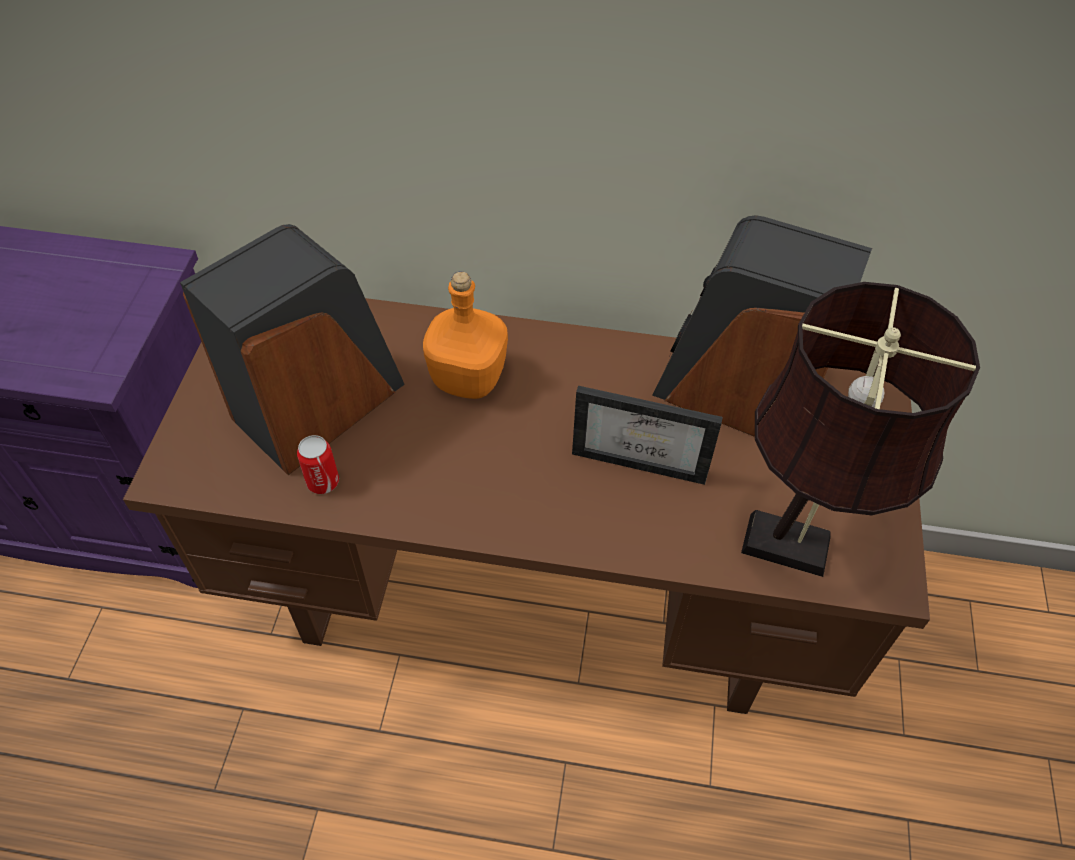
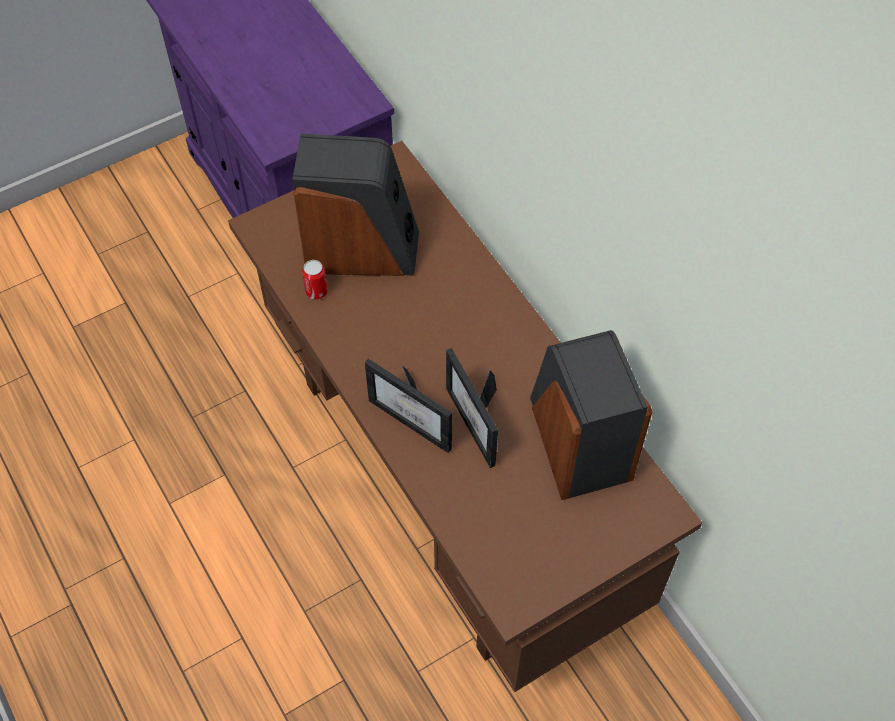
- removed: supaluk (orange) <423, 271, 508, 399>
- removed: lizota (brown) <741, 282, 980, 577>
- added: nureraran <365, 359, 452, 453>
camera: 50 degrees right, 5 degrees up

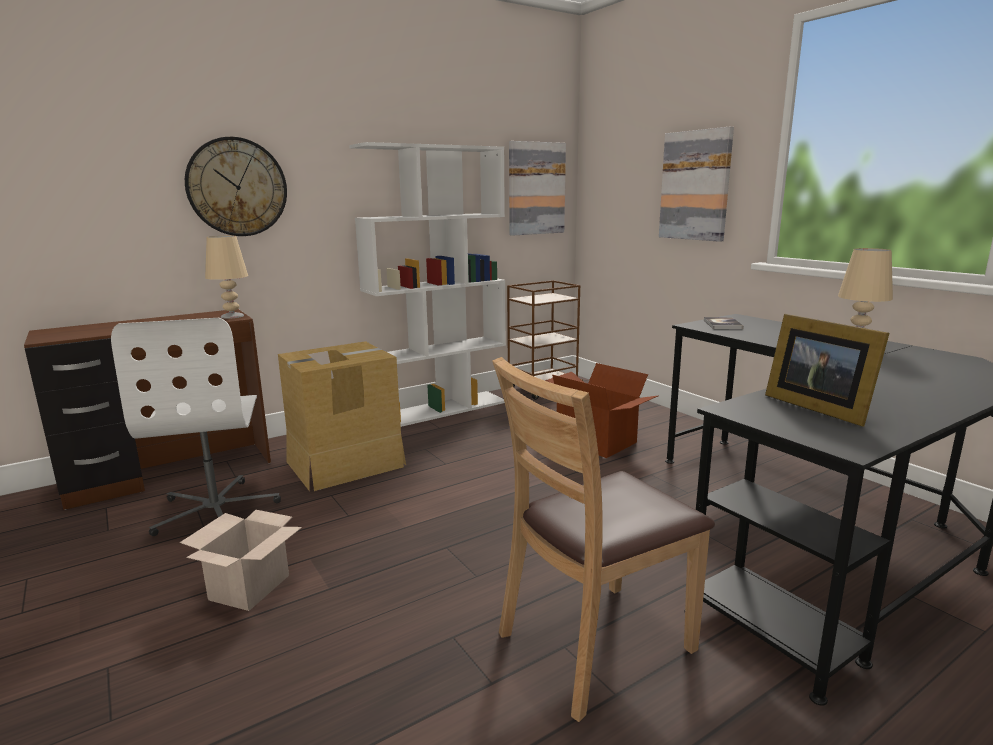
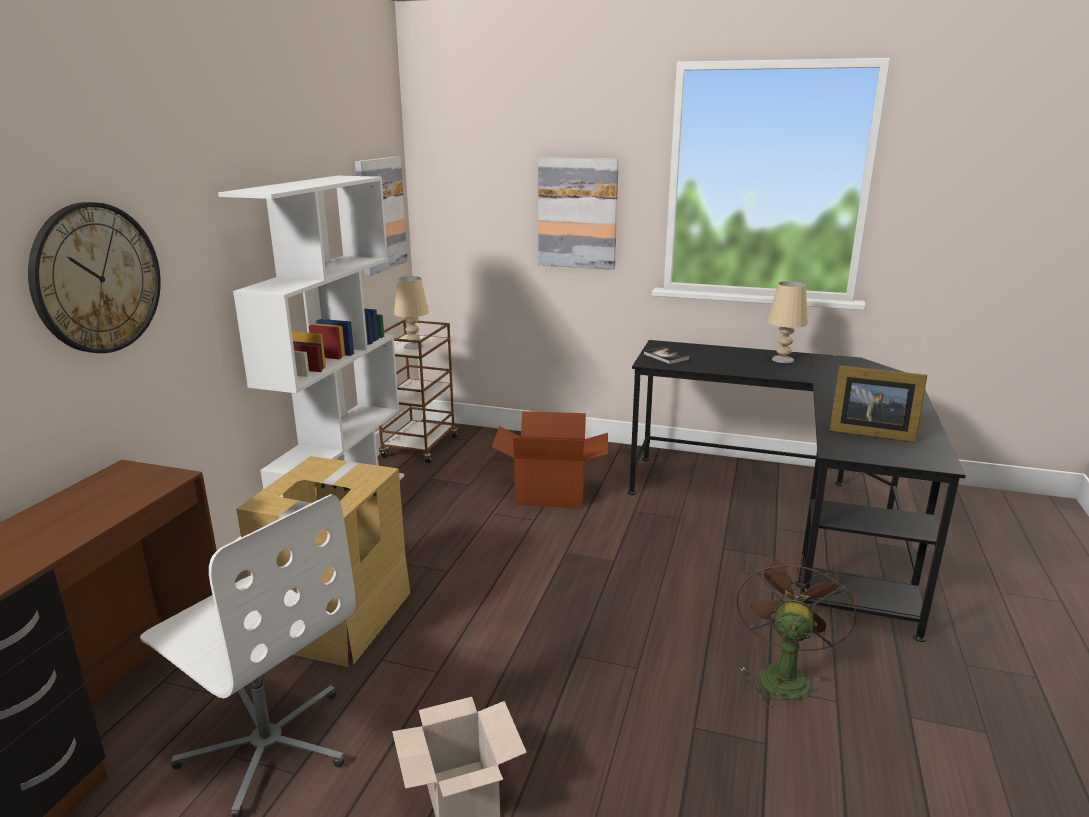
- moved: lizota (beige) <205, 236, 248, 319> to <394, 276, 429, 349>
- replaced: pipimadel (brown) <492, 357, 715, 722> to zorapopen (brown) <736, 553, 856, 708>
camera: 40 degrees left, 5 degrees up

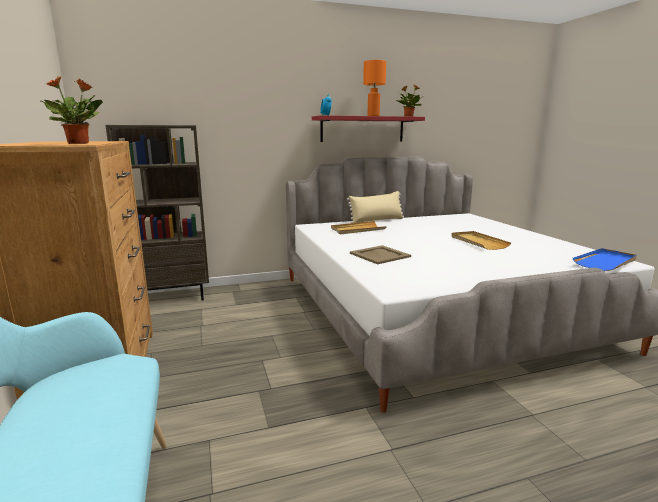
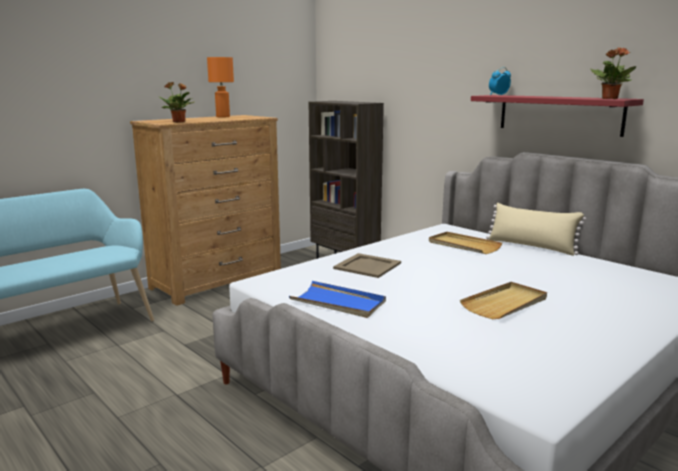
- moved: lizota (orange) <363, 60, 386, 116> to <207, 57, 234, 118>
- moved: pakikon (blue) <573, 248, 637, 271> to <289, 281, 386, 318>
camera: 65 degrees right, 0 degrees up

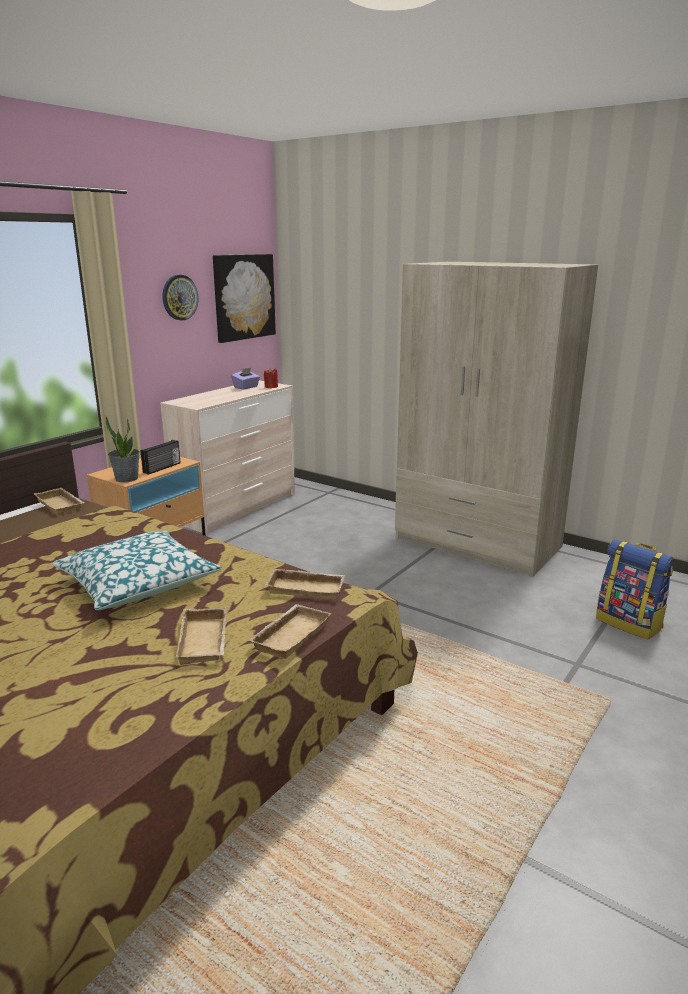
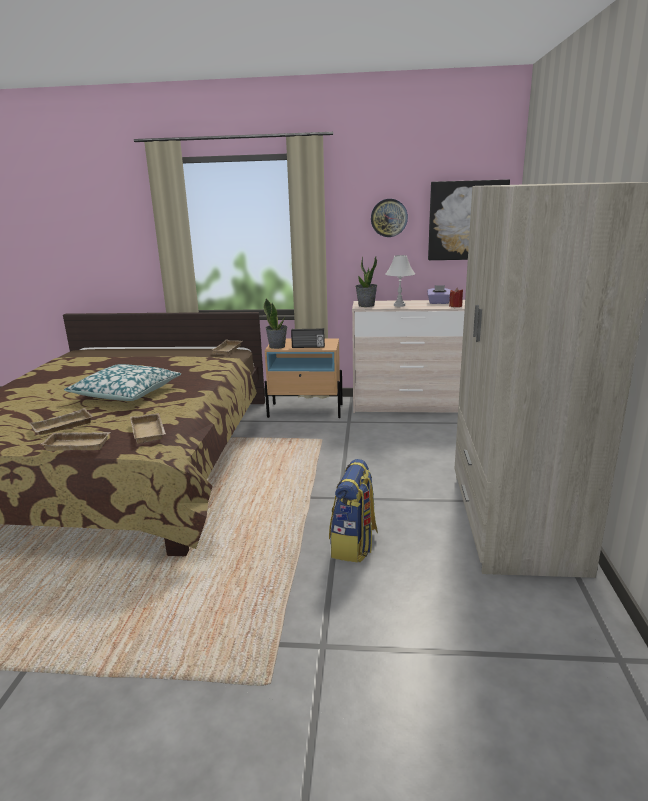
- moved: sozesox <596, 539, 673, 640> to <329, 459, 378, 562>
- added: lizota (white) <385, 255, 415, 307>
- added: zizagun <355, 256, 377, 307>
camera: 60 degrees right, 0 degrees up

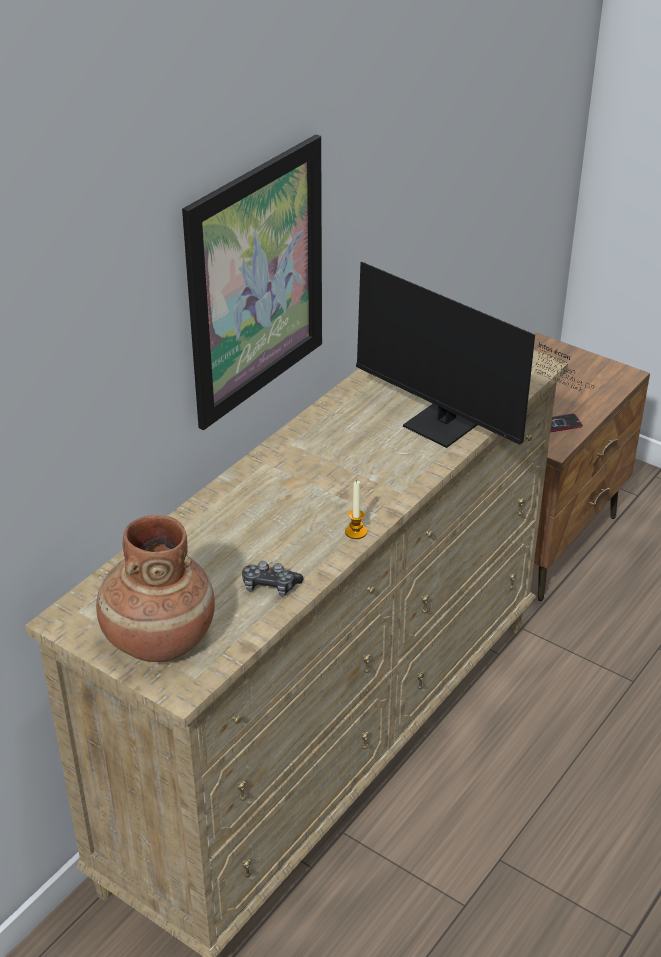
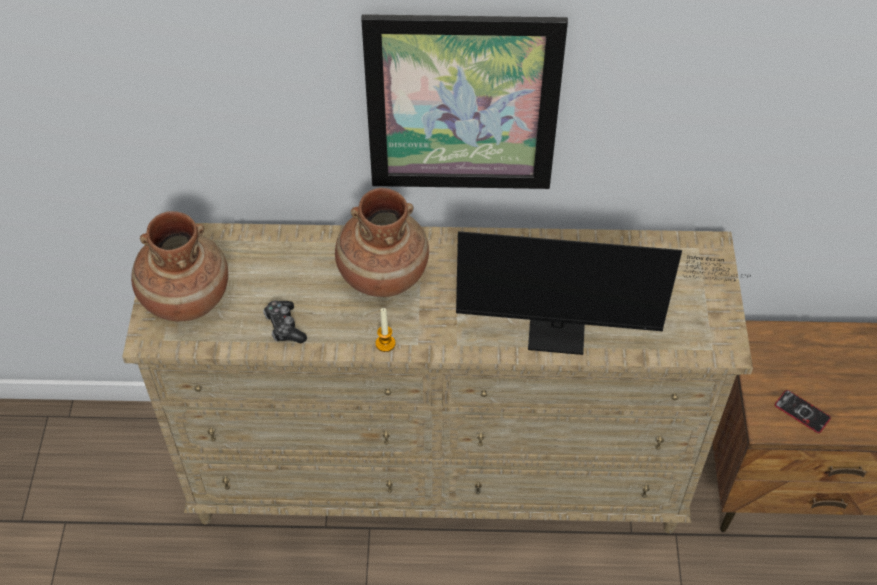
- turned: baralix <356, 261, 592, 448> = <456, 231, 750, 355> 90 degrees counterclockwise
- added: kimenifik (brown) <335, 188, 429, 297>
camera: 55 degrees right, 15 degrees up

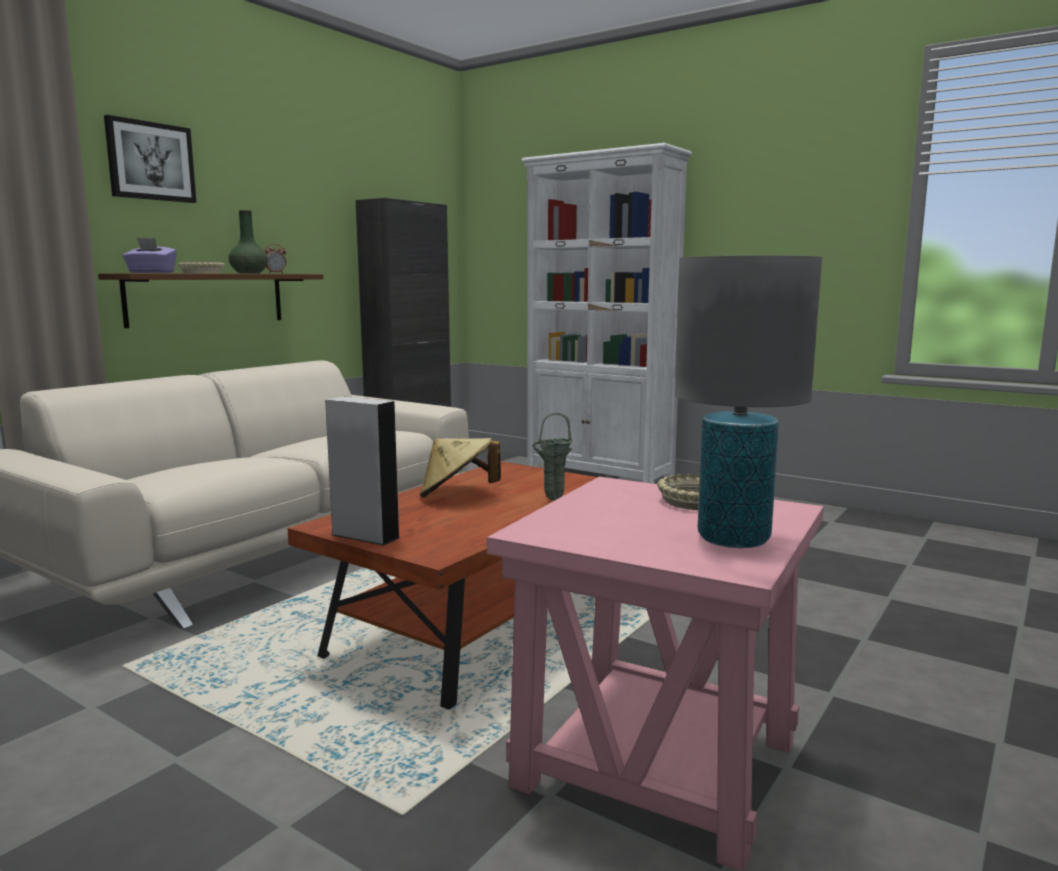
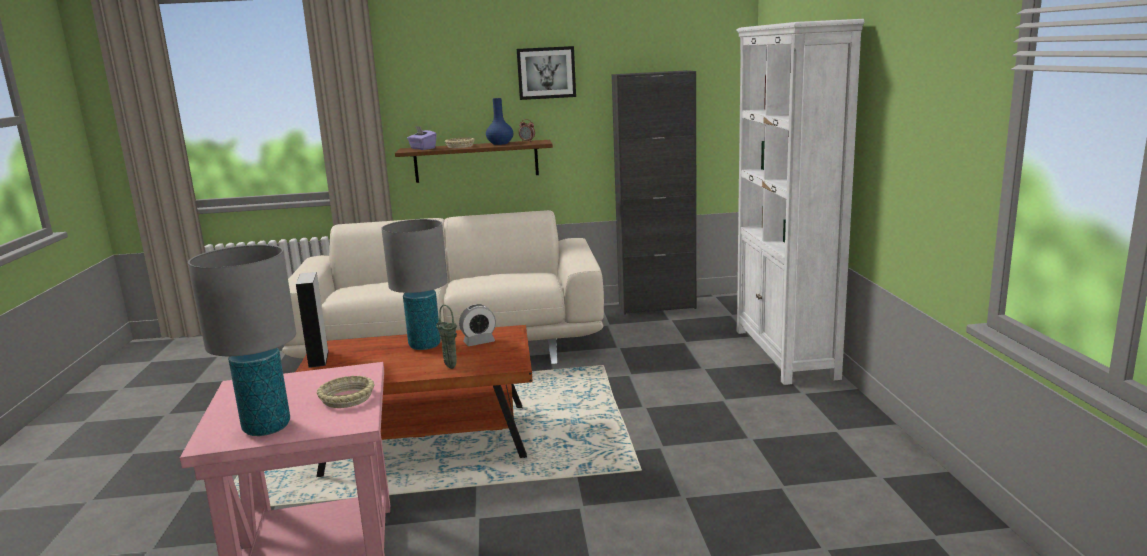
- moved: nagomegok <104, 115, 197, 203> to <517, 46, 576, 100>
- recoloured: kimenifik (green) <229, 210, 268, 274> to kimenifik (blue) <486, 98, 513, 145>
- replaced: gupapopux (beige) <420, 438, 501, 498> to lizota (grey) <381, 219, 448, 350>
- added: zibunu <459, 304, 496, 346>
camera: 50 degrees right, 5 degrees up

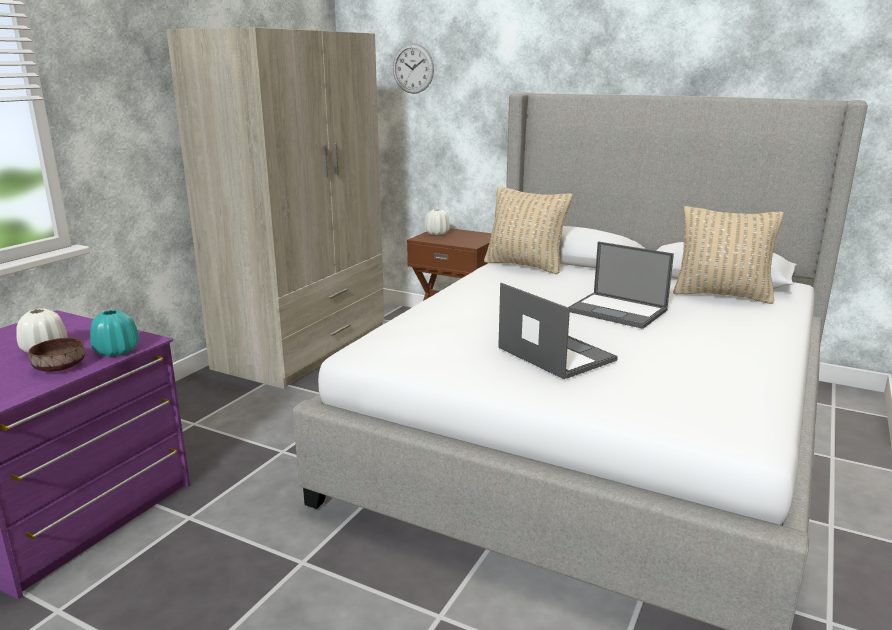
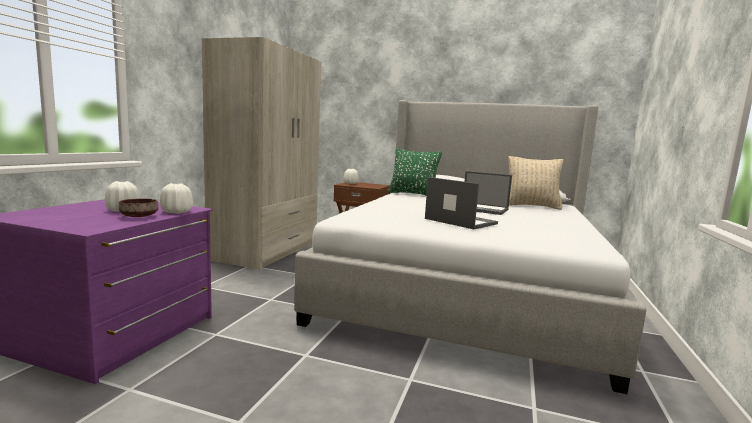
- removed: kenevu <393, 44, 434, 94>
- recoloured: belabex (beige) <484, 186, 573, 274> to belabex (green) <388, 149, 442, 195>
- recoloured: kimenifik (turquoise) <90, 310, 139, 357> to kimenifik (white) <160, 183, 193, 213>
camera: 10 degrees left, 10 degrees down

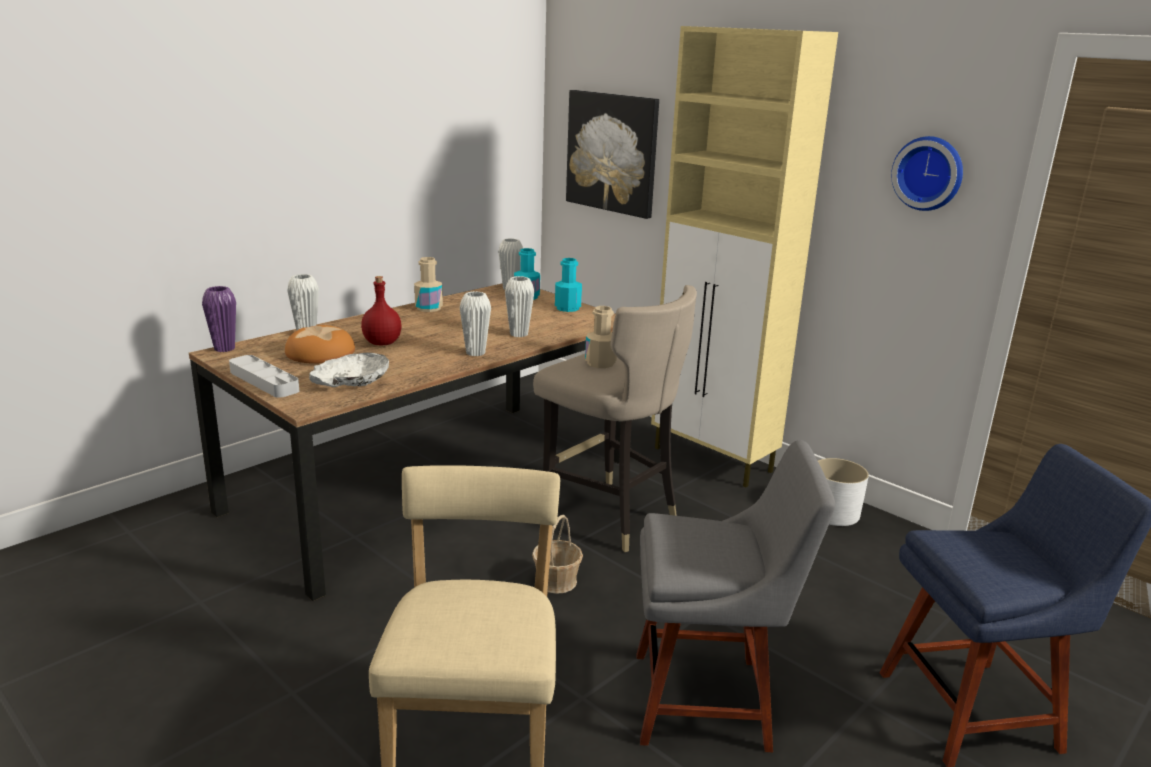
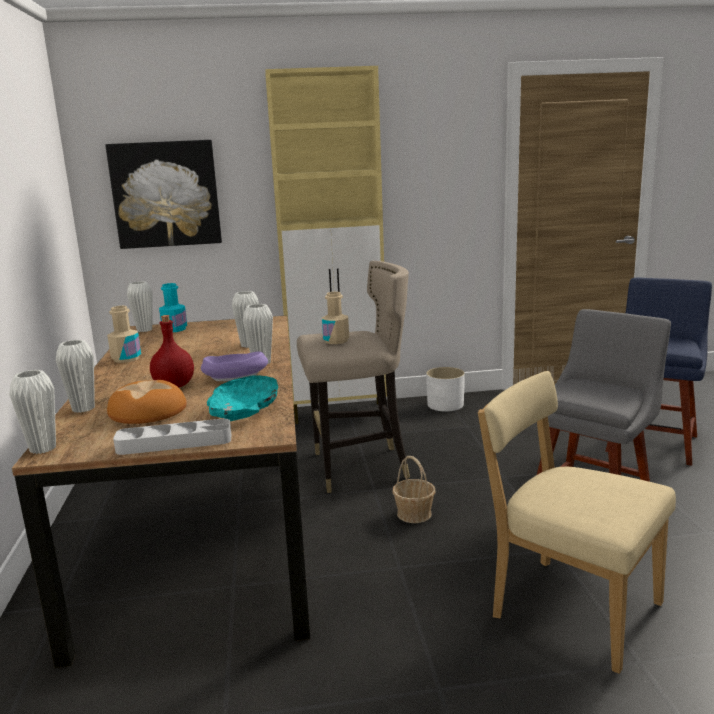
- removed: kenevu <891, 136, 963, 211>
- removed: supaluk (turquoise) <555, 258, 582, 312>
- recoloured: kimenifik (purple) <202, 286, 236, 352> to kimenifik (white) <9, 370, 56, 454>
- recoloured: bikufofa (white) <309, 353, 389, 387> to bikufofa (turquoise) <207, 376, 278, 421>
- added: bikufofa (purple) <201, 351, 268, 381>
camera: 50 degrees left, 5 degrees down

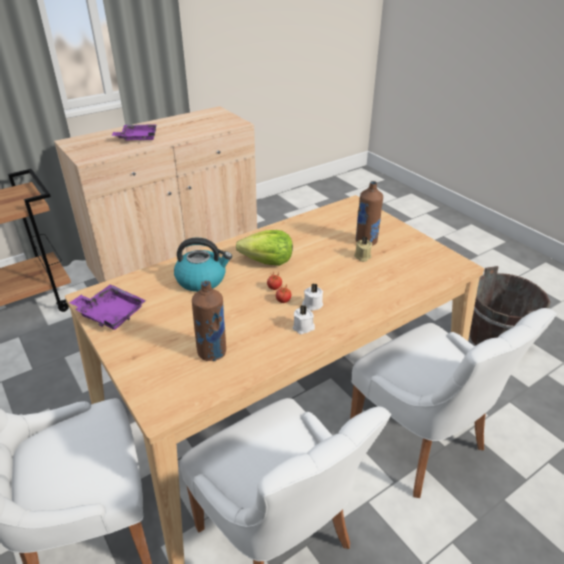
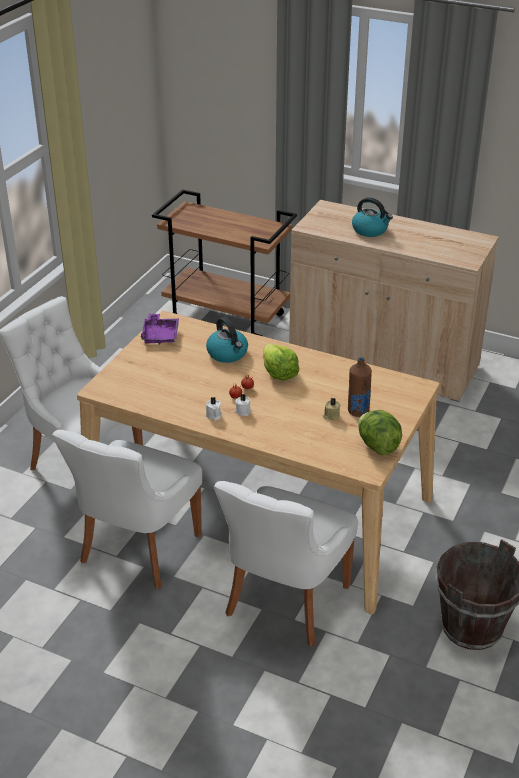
- replaced: pakikon (purple) <112, 124, 157, 141> to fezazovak <352, 197, 393, 237>
- removed: supaluk (brown) <192, 281, 226, 361>
- added: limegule <358, 410, 402, 455>
camera: 60 degrees right, 0 degrees up

